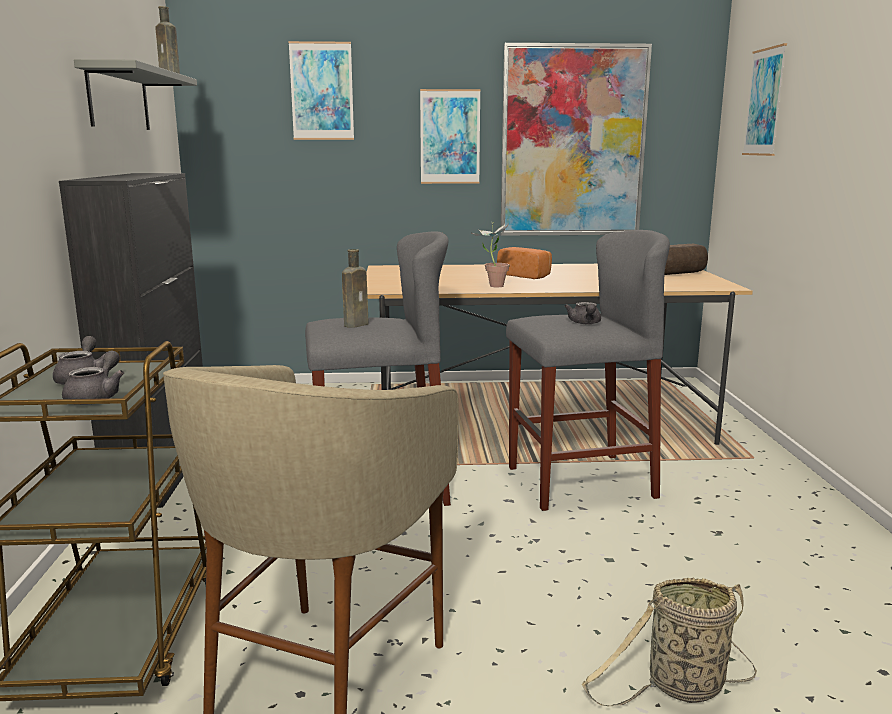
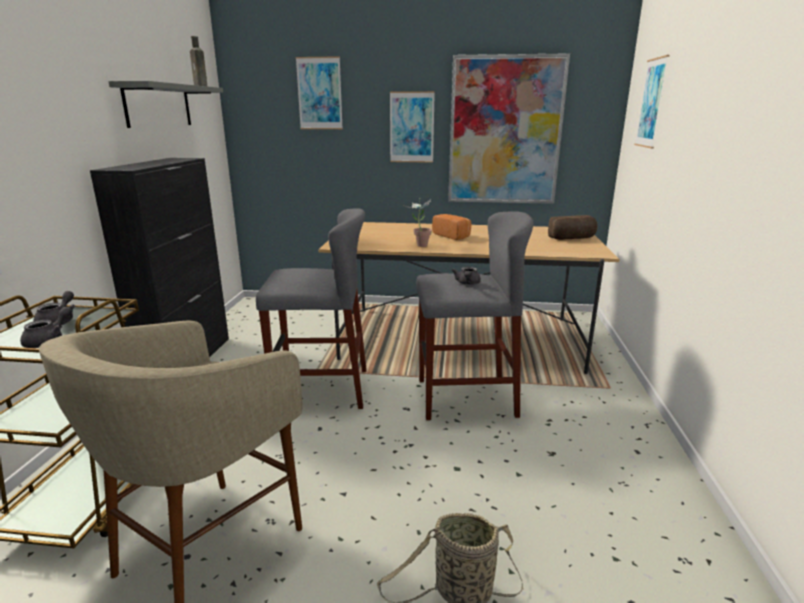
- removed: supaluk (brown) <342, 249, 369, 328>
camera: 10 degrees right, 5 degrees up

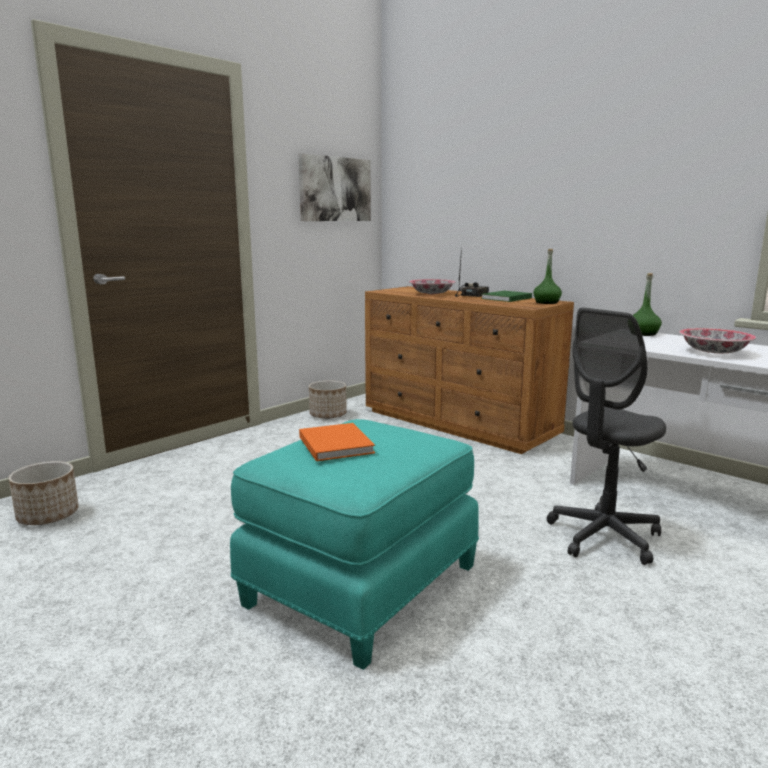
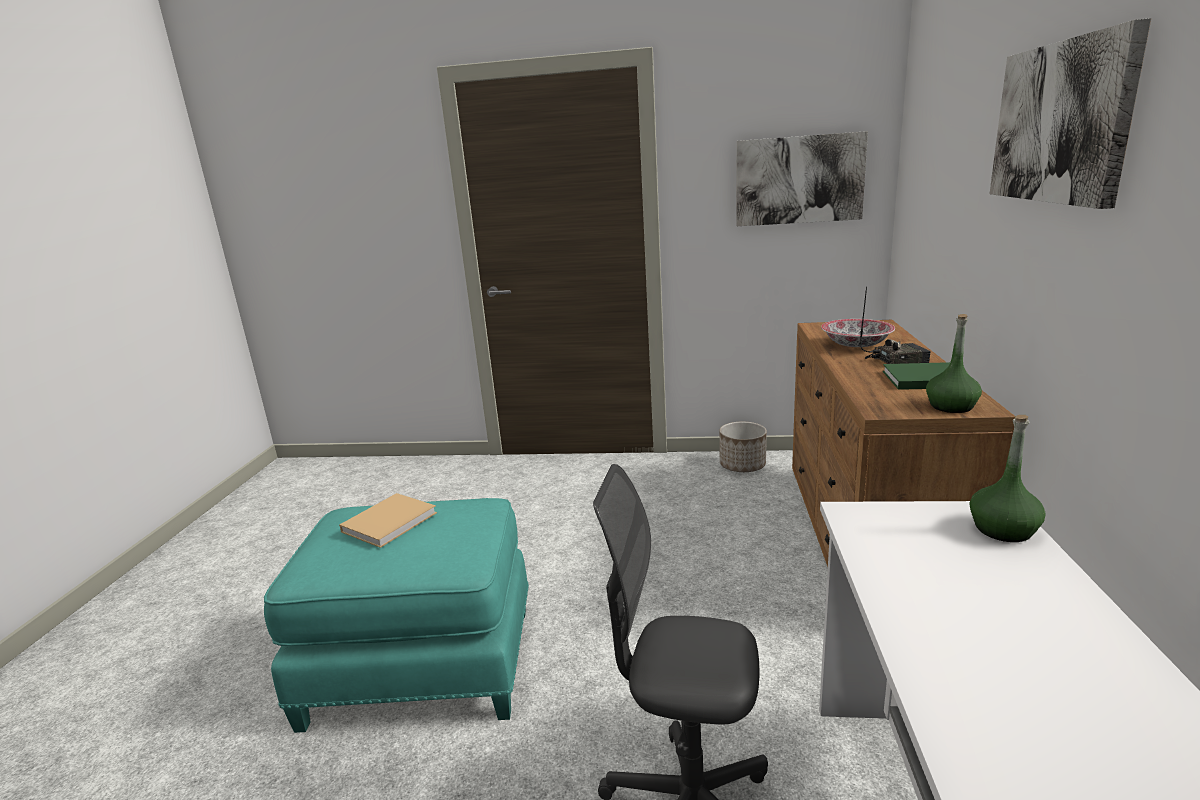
- removed: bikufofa <679, 328, 756, 353>
- recoloured: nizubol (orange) <299, 423, 375, 461> to nizubol (beige) <339, 493, 437, 548>
- removed: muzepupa <9, 461, 79, 525>
- added: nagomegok <989, 18, 1151, 209>
camera: 55 degrees right, 5 degrees up

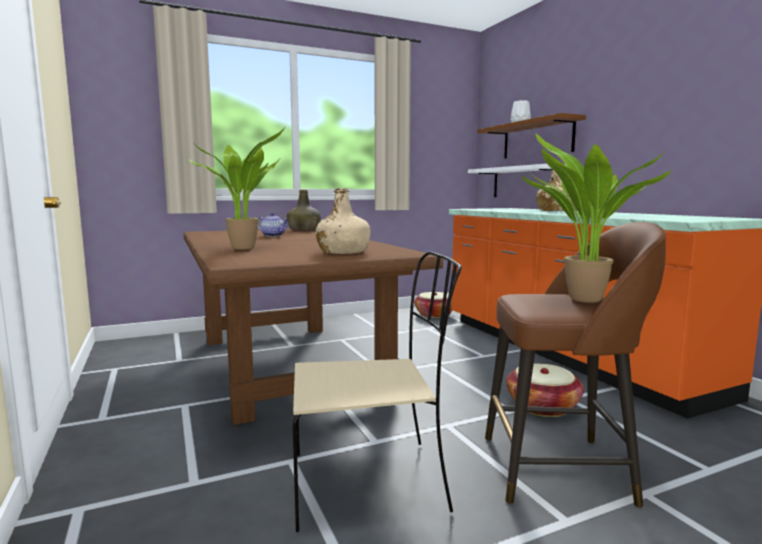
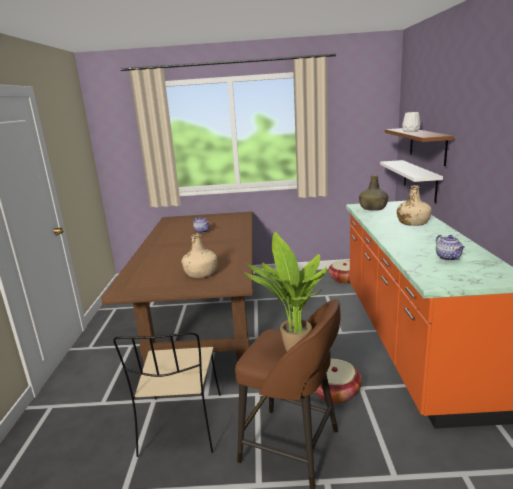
- removed: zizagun <188, 127, 285, 250>
- moved: supaluk (green) <287, 190, 321, 231> to <359, 175, 388, 211>
- turned: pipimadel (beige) <293, 252, 462, 532> = <113, 332, 221, 457> 75 degrees clockwise
- added: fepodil <436, 235, 465, 261>
camera: 25 degrees right, 10 degrees up

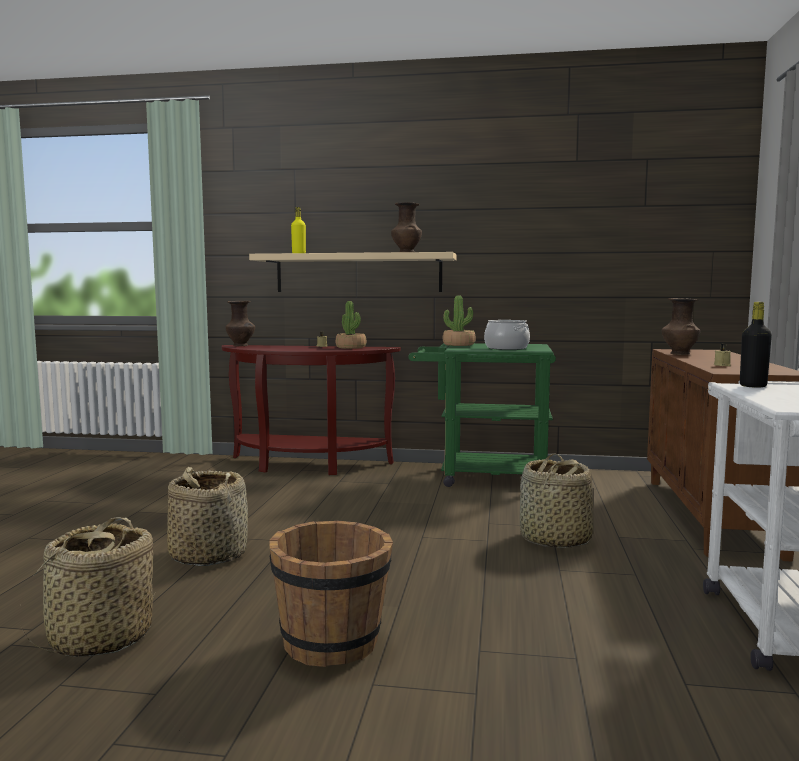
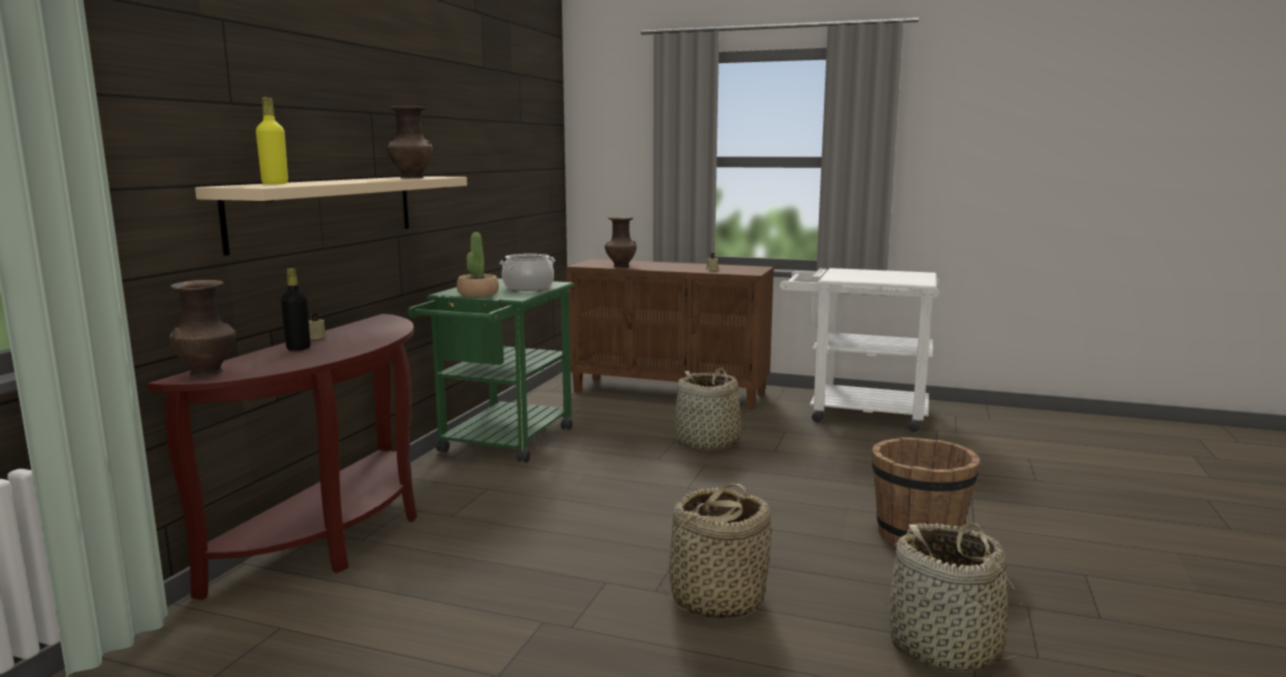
- removed: zizagun <335, 301, 366, 349>
- moved: supaluk (black) <740, 302, 772, 388> to <281, 268, 310, 351>
camera: 80 degrees left, 5 degrees up

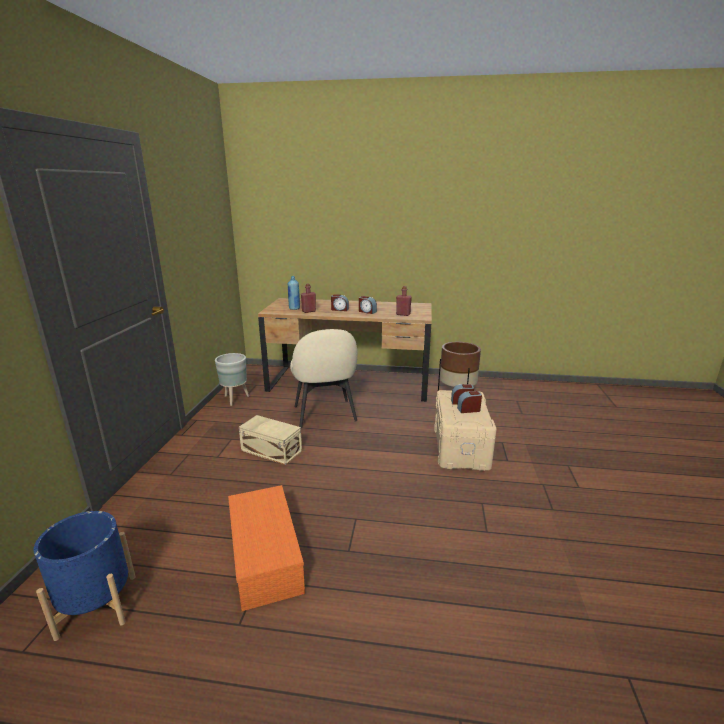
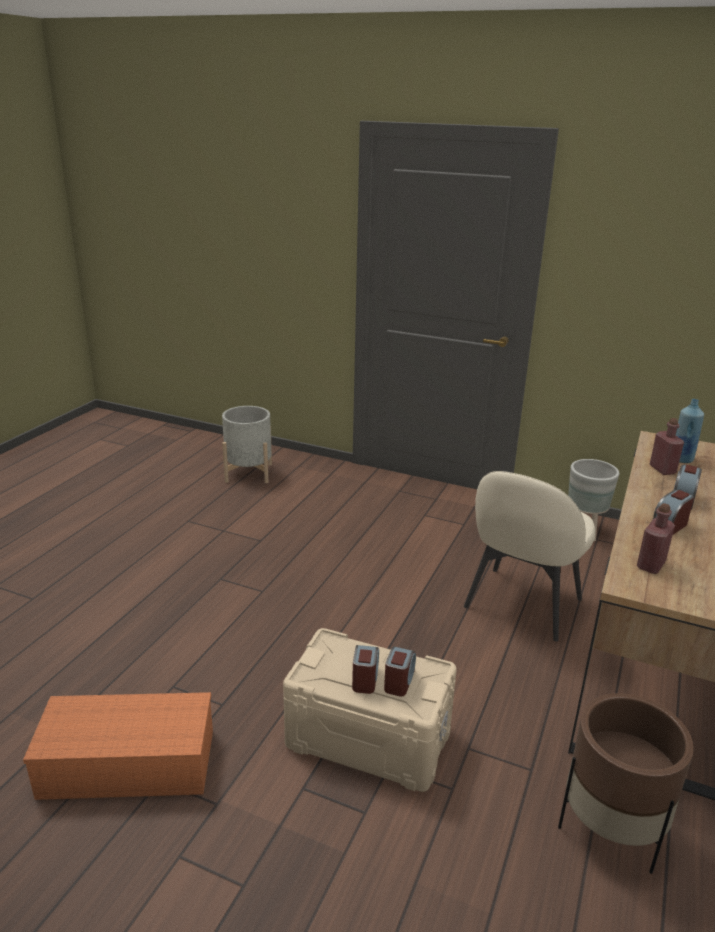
- turned: pipimadel (beige) <290, 329, 357, 428> = <464, 471, 595, 642> 60 degrees counterclockwise
- removed: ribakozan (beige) <239, 415, 302, 465>
- moved: ribakozan (orange) <228, 485, 305, 611> to <23, 692, 213, 800>
- recoloured: muzepupa (blue) <34, 511, 136, 641> to muzepupa (grey) <222, 406, 272, 483>
camera: 105 degrees right, 5 degrees up

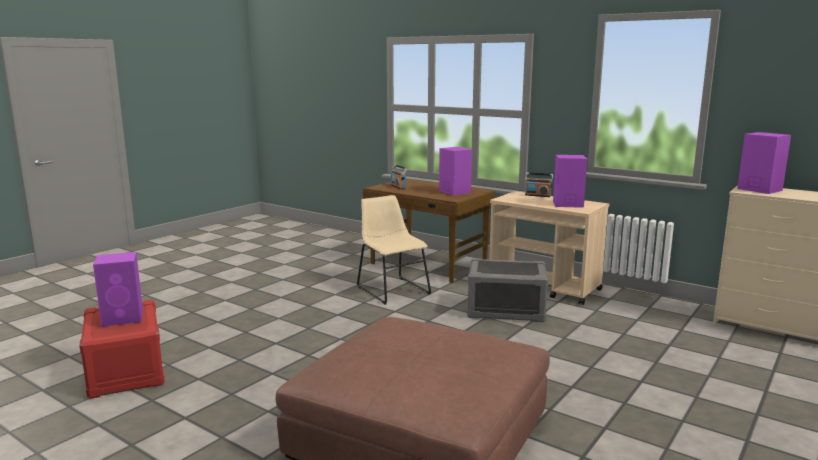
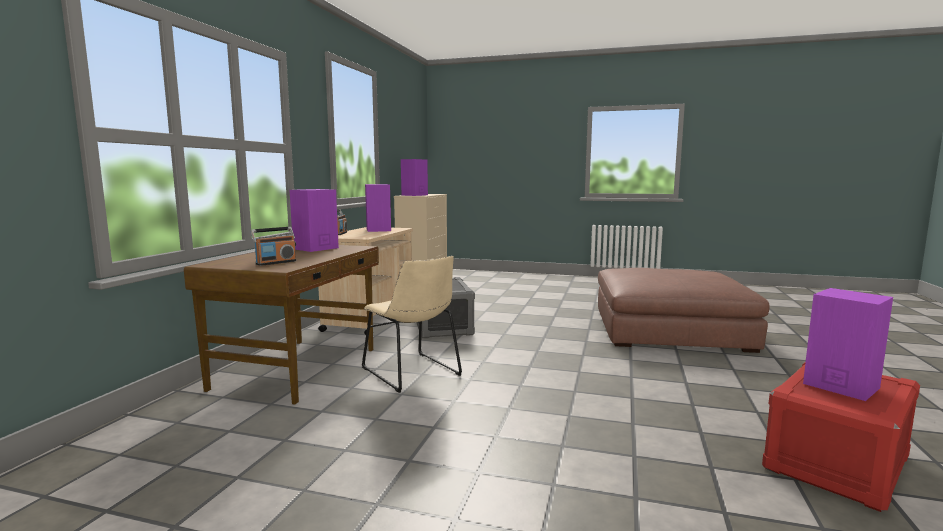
- turned: pipimadel (beige) <357, 195, 431, 305> = <362, 256, 462, 393> 75 degrees counterclockwise
camera: 110 degrees left, 5 degrees down

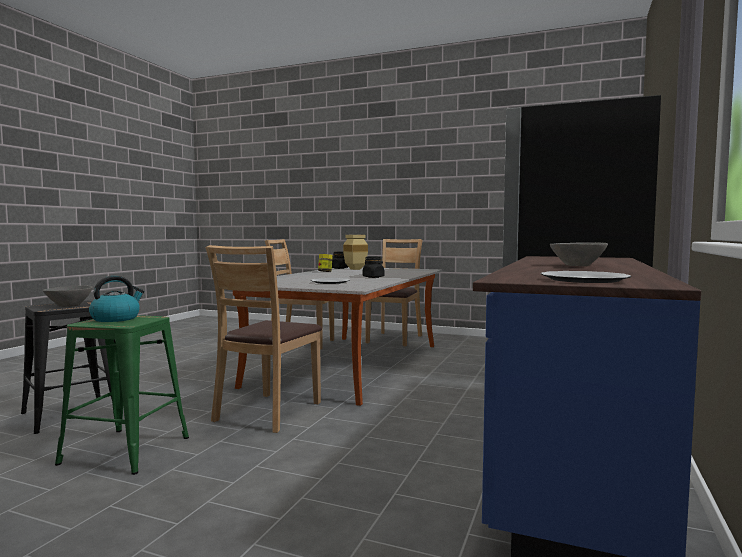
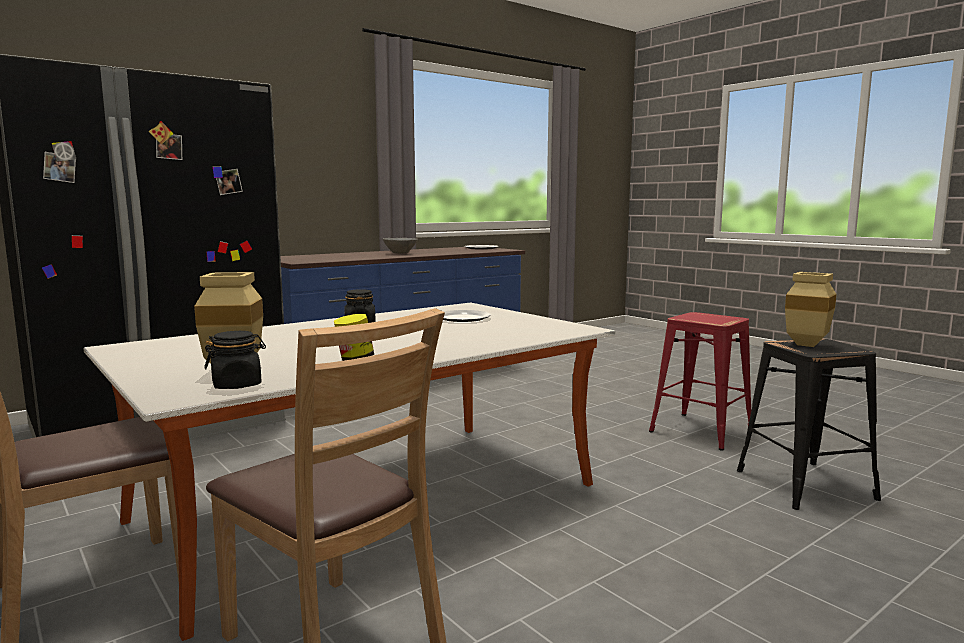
- removed: pipimadel (brown) <205, 245, 322, 433>
- removed: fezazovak <89, 276, 144, 322>
- replaced: bikufofa (grey) <43, 285, 93, 307> to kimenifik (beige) <785, 272, 836, 347>
- recoloured: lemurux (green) <55, 315, 189, 475> to lemurux (red) <649, 312, 752, 451>
camera: 150 degrees left, 5 degrees up

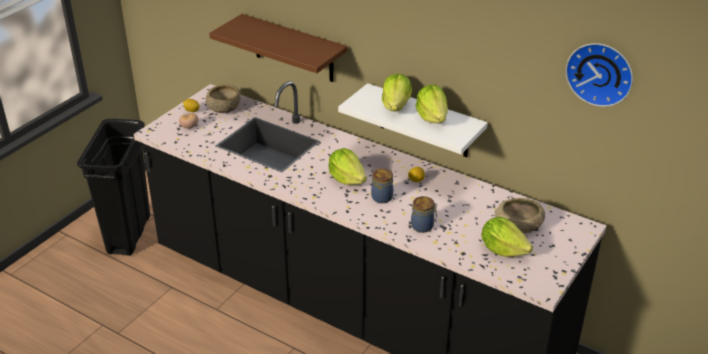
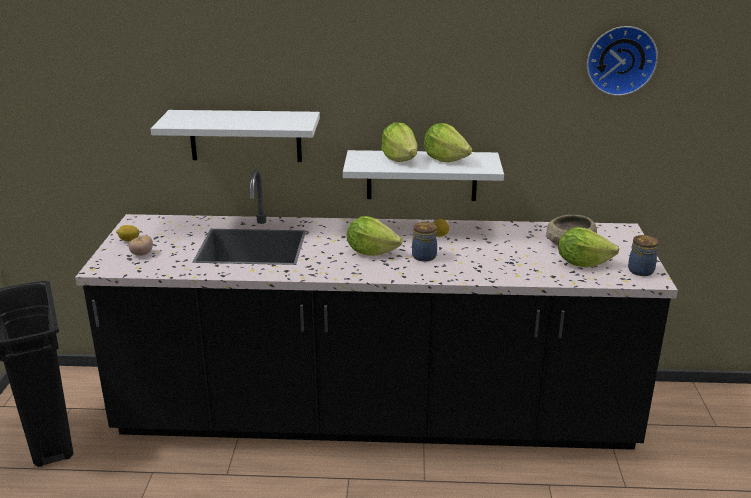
- recoloured: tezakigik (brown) <209, 14, 347, 82> to tezakigik (white) <151, 110, 320, 162>
- removed: bikufofa (beige) <206, 84, 241, 113>
- moved: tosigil <411, 196, 437, 233> to <628, 235, 659, 276>
camera: 30 degrees left, 10 degrees down

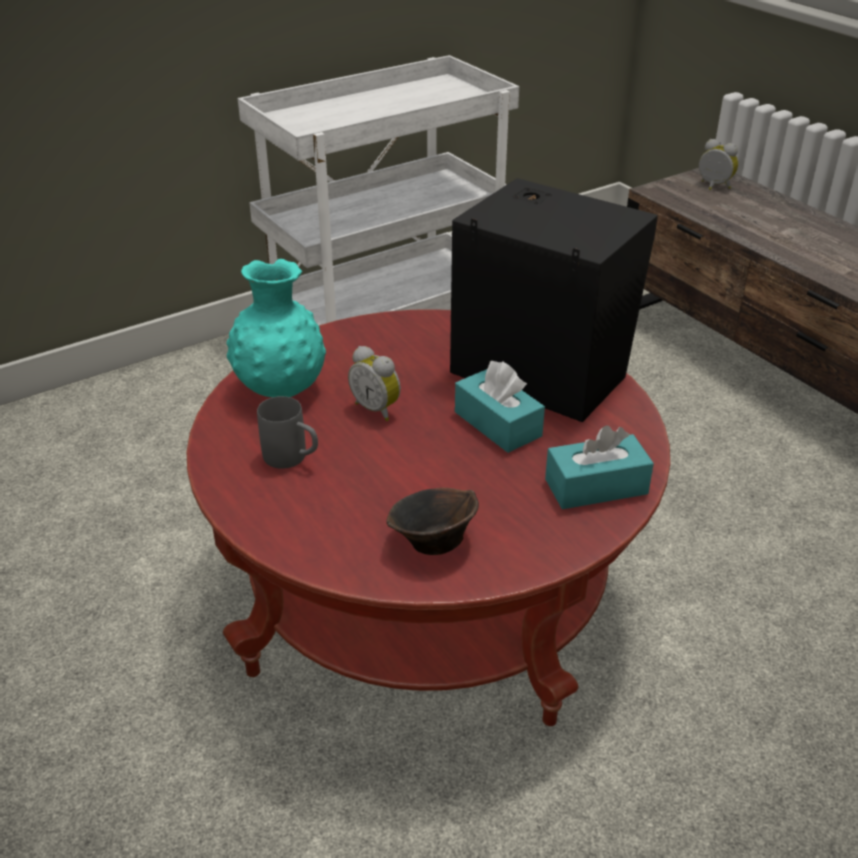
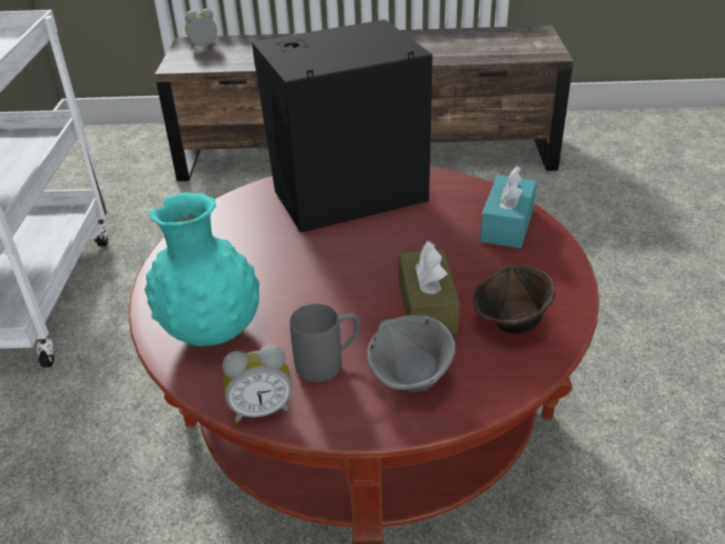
- moved: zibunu <348, 346, 401, 421> to <222, 344, 292, 423>
- removed: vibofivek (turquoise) <455, 361, 545, 453>
- added: vibofivek (brown) <399, 241, 460, 334>
- added: bikufofa (grey) <367, 315, 456, 392>
camera: 55 degrees left, 0 degrees up

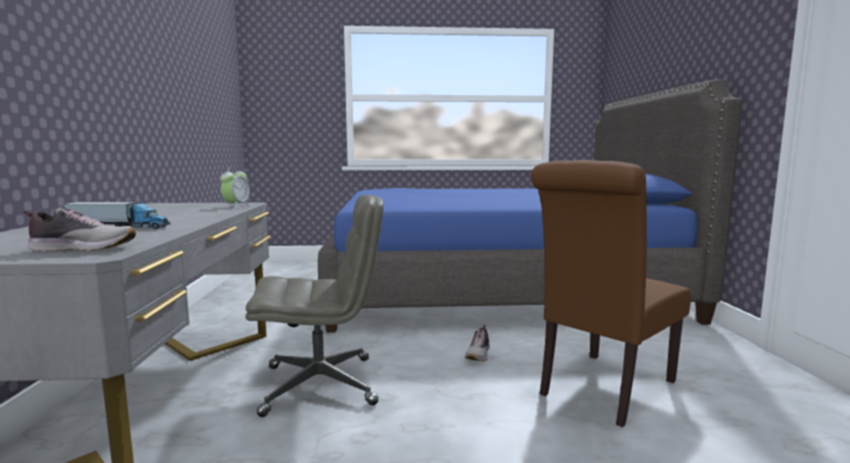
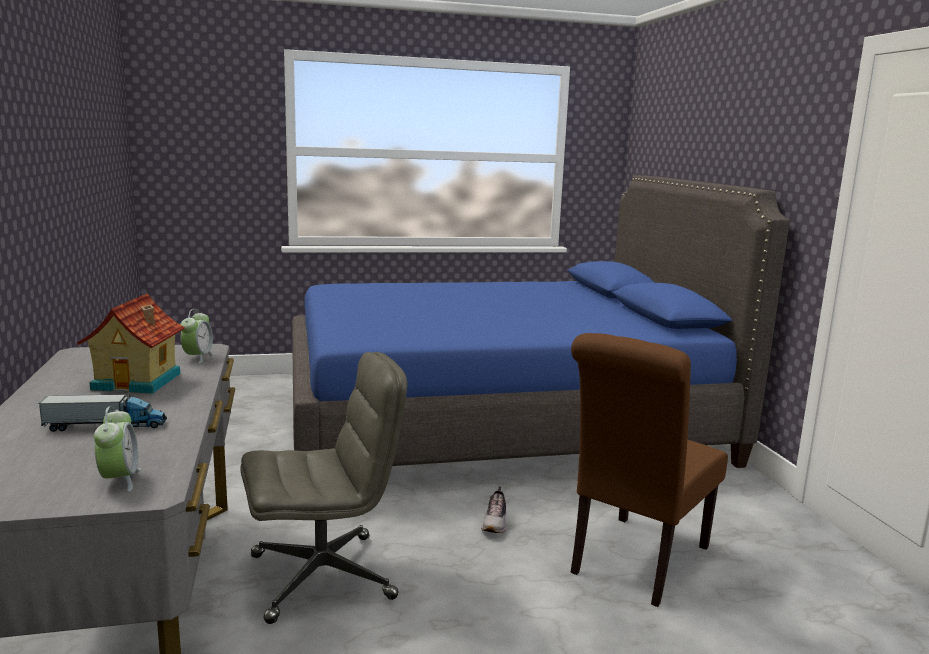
- replaced: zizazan <24, 207, 136, 252> to zibunu <94, 406, 141, 492>
- added: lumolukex <77, 293, 185, 394>
camera: 10 degrees left, 5 degrees up

